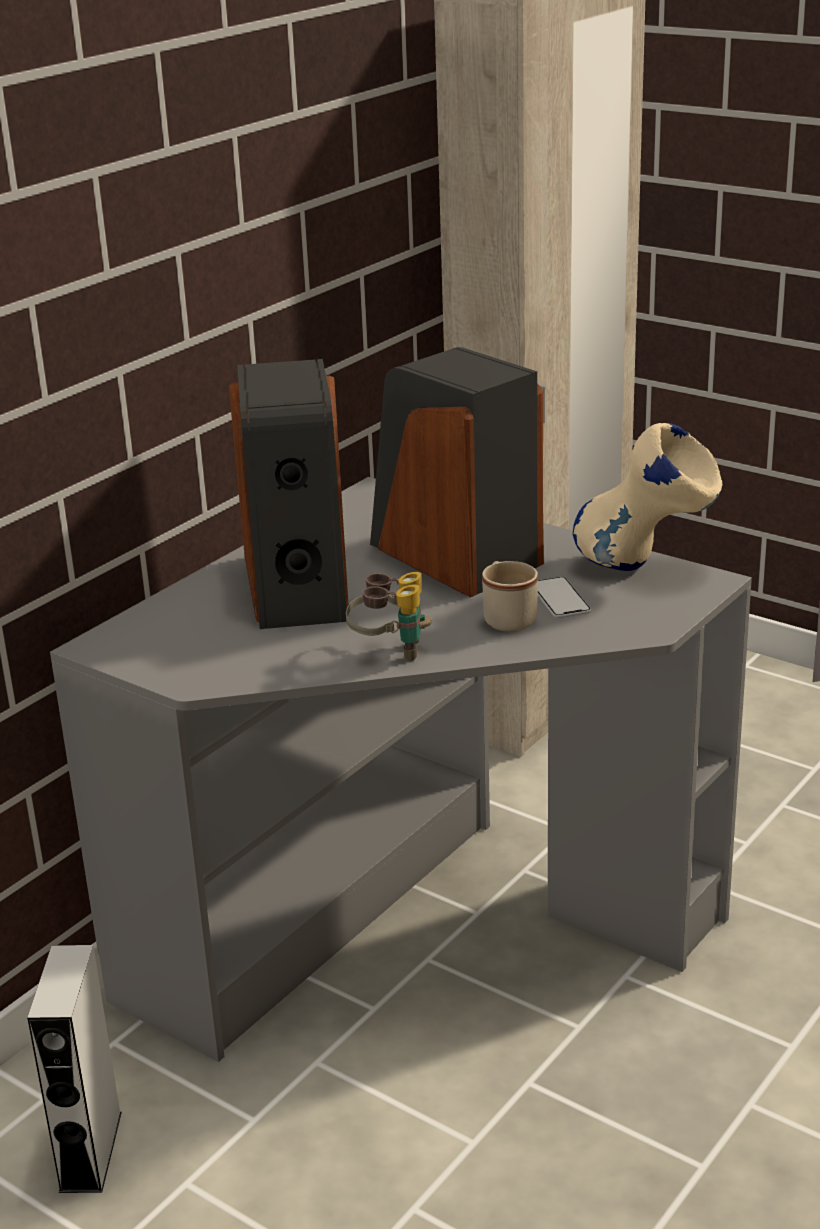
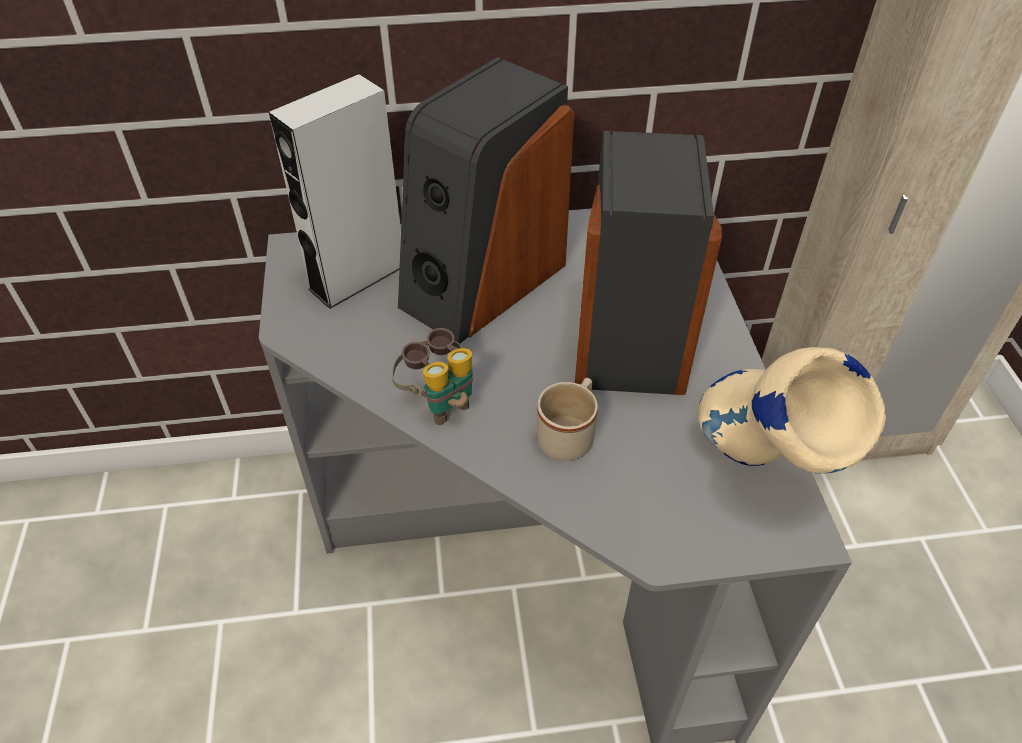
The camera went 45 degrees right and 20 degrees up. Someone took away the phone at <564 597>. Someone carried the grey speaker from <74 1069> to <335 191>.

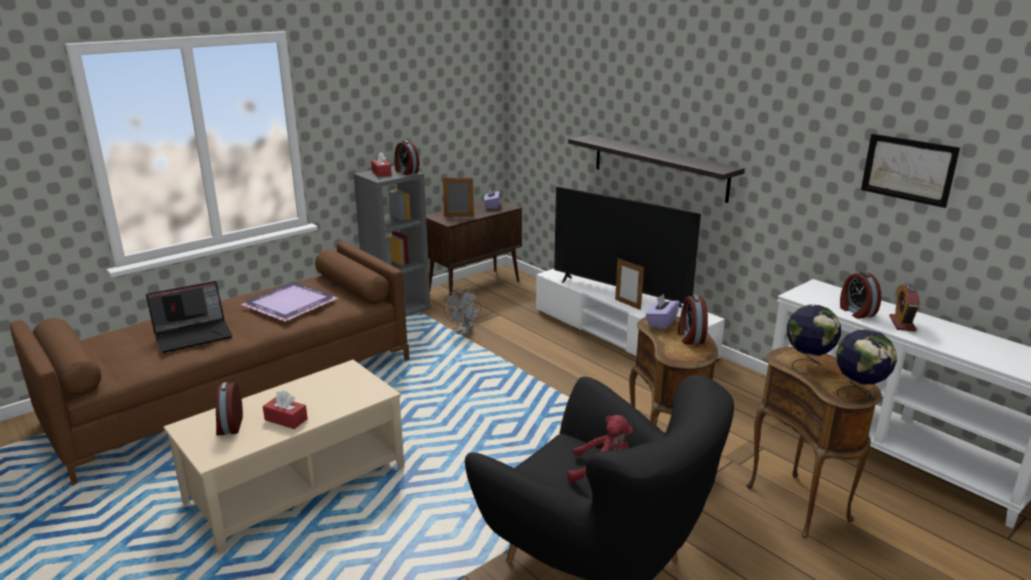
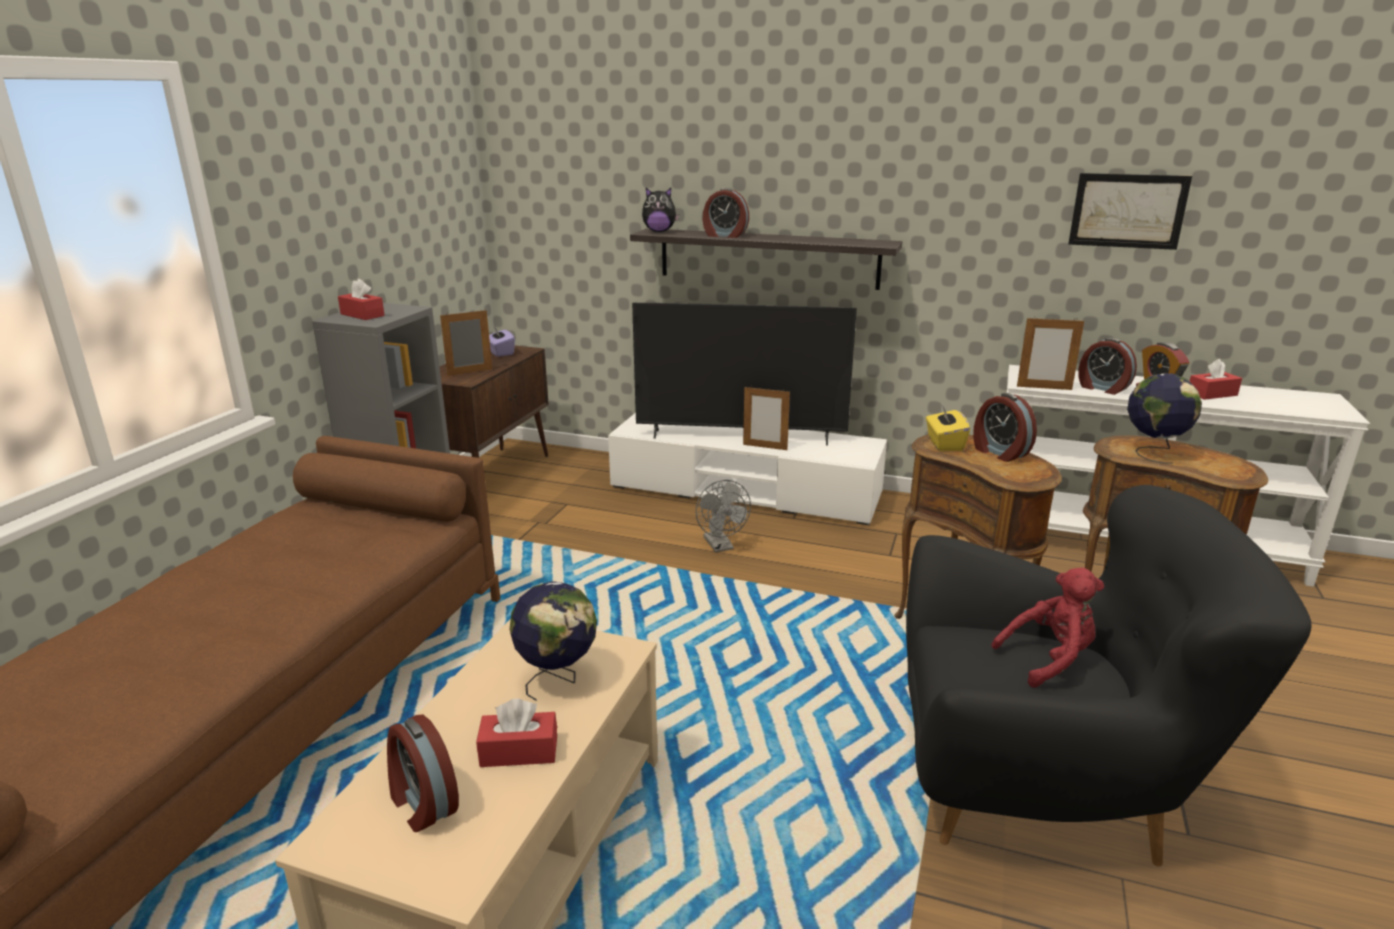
The camera went 30 degrees left and 0 degrees up. Someone took away the laptop at <189 317>. Someone took away the purple tray at <289 301>. Someone put down the plush toy at <660 210>. Someone put down the picture frame at <1050 353>. Someone put down the red tissue box at <1216 379>. Someone carried the alarm clock from <406 157> to <726 213>. Someone carried the grey fan from <462 312> to <723 516>. Someone carried the globe from <866 365> to <553 641>. Someone repainted the purple tissue box at <663 311>, which became the yellow tissue box at <948 428>.

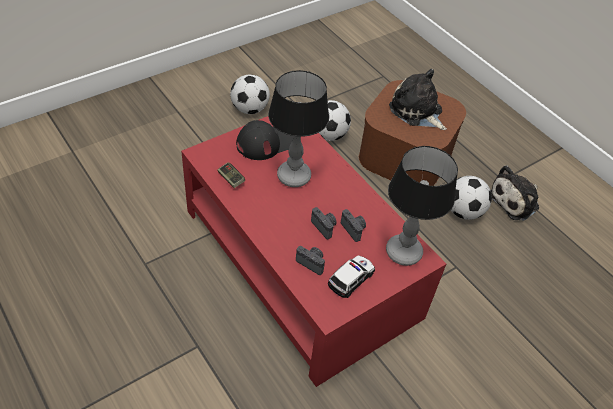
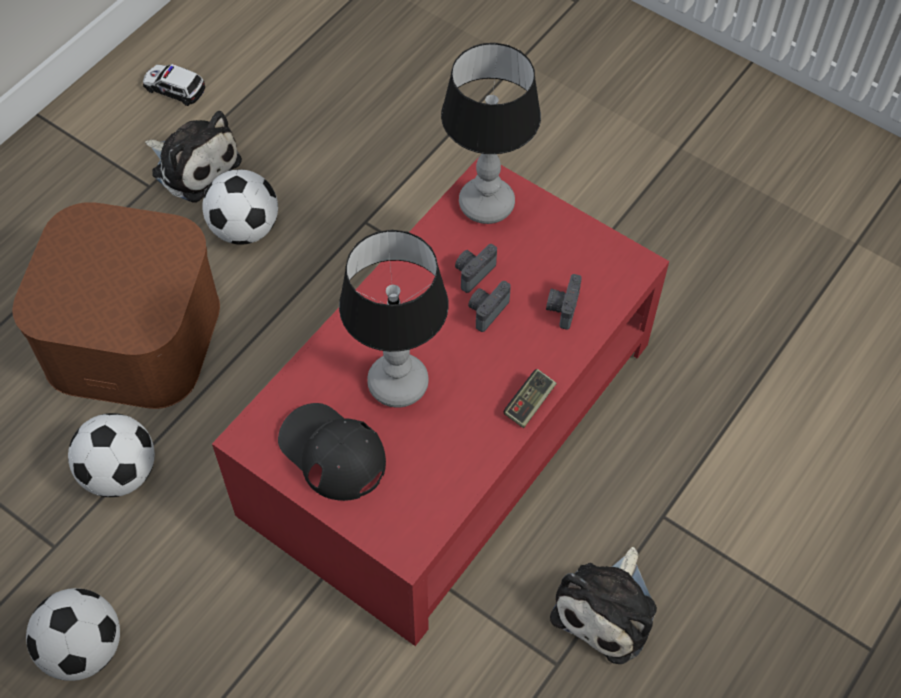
The camera went 105 degrees left and 10 degrees up. Someone carried the game controller from <231 175> to <530 398>. Someone carried the toy car from <351 276> to <174 85>. Someone carried the plush toy from <418 99> to <603 605>.

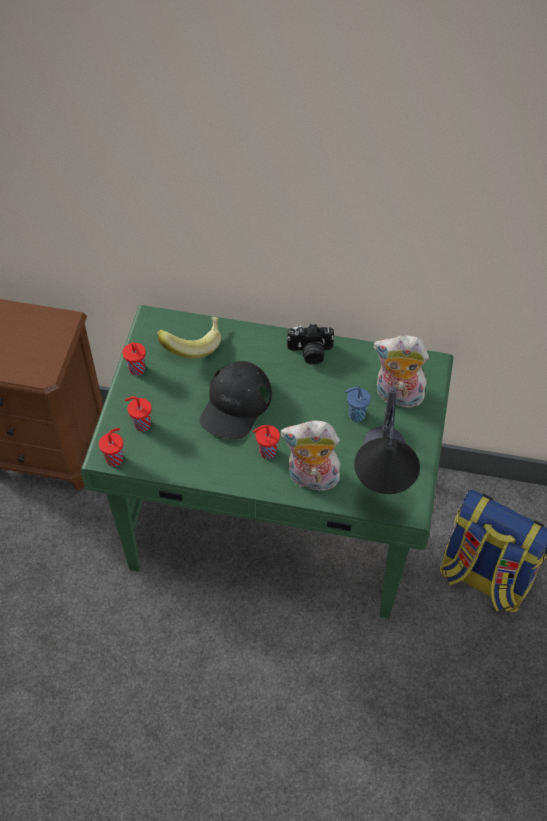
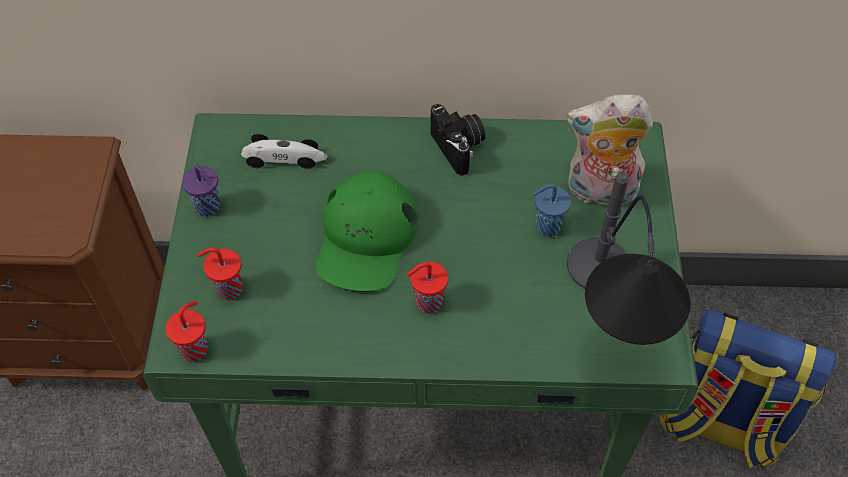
The camera went 10 degrees left and 0 degrees up. Someone took away the plush toy at <311 456>. Someone swapped the banana at <189 337> for the toy car at <284 151>. Someone repainted the red cup at <134 359>, which became the purple cup at <201 191>. Someone repainted the black cap at <236 400>, which became the green cap at <367 231>. Someone rotated the photo camera at <311 344> by 105 degrees counterclockwise.

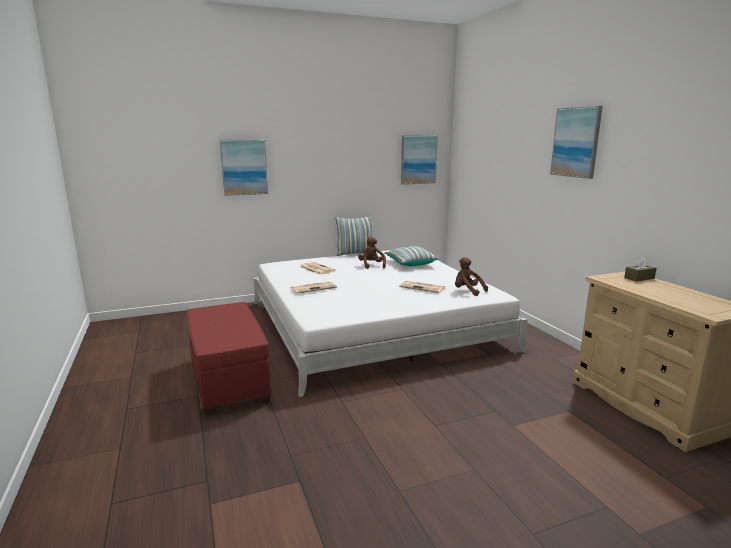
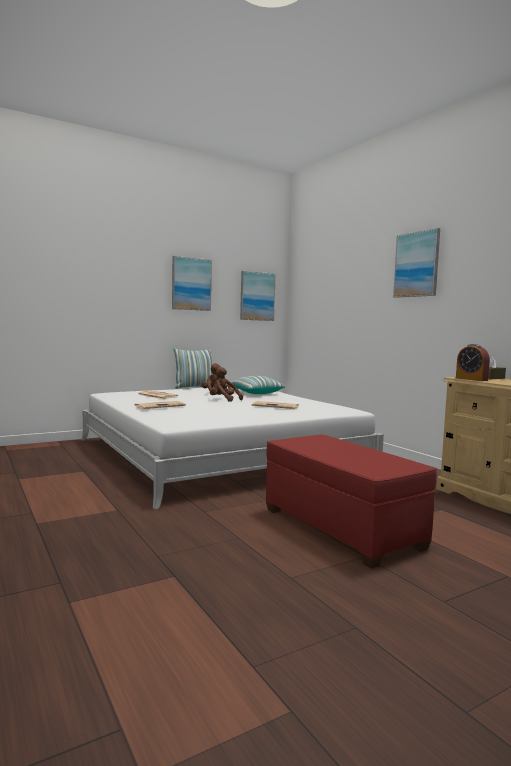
The camera went 10 degrees left and 10 degrees down. Someone put down the alarm clock at <473 362>. Someone carried the red ottoman from <228 358> to <351 501>. Someone carried the picture from <244 168> to <192 283>. Someone carried the brown plush toy from <471 276> to <227 384>.

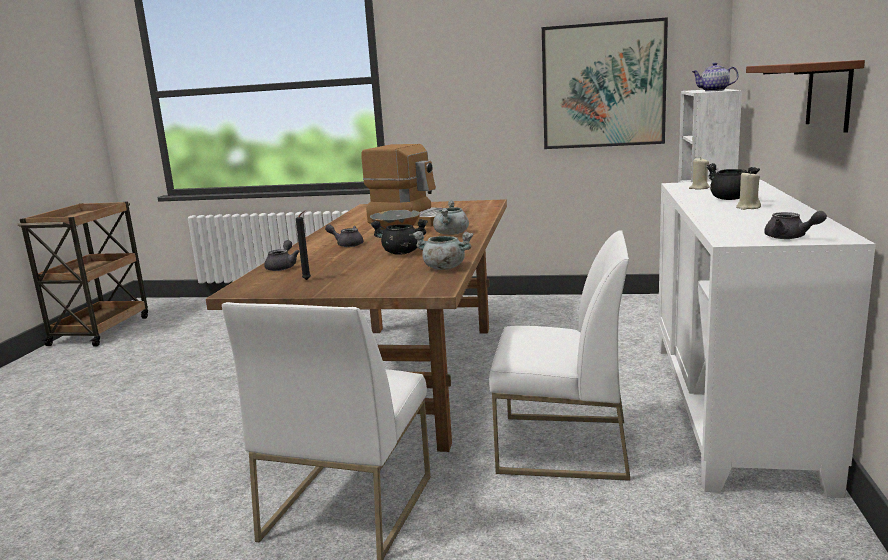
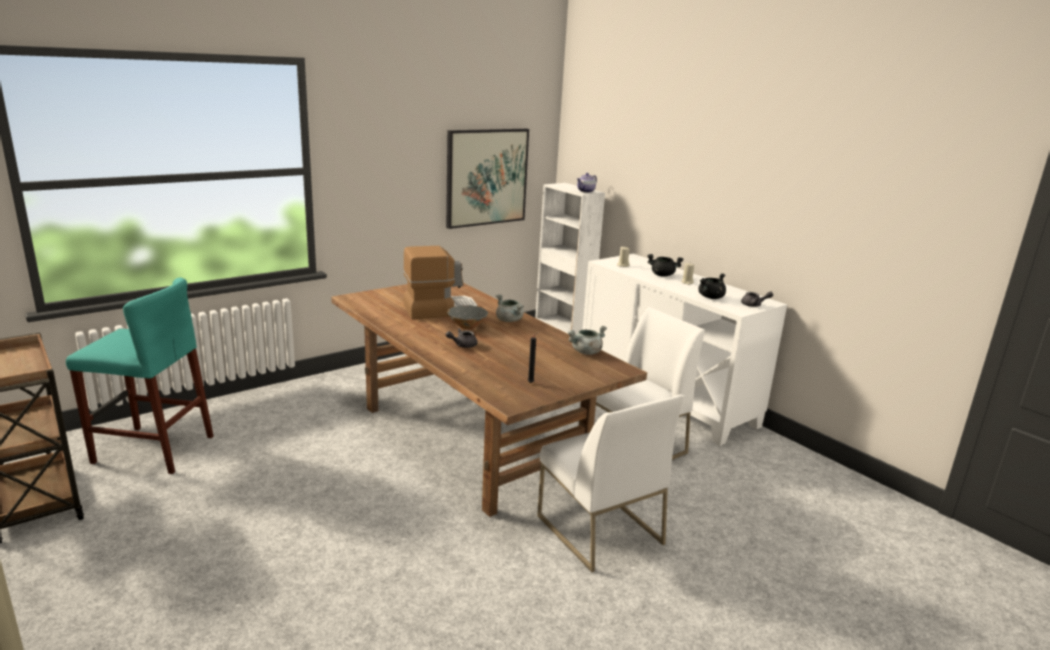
The camera went 50 degrees left and 5 degrees up. Someone took away the grey teapot at <282 255>. Someone took away the brown shelf at <805 96>. Someone put down the turquoise stool at <139 375>. Someone carried the black cooking pot from <399 237> to <712 286>.

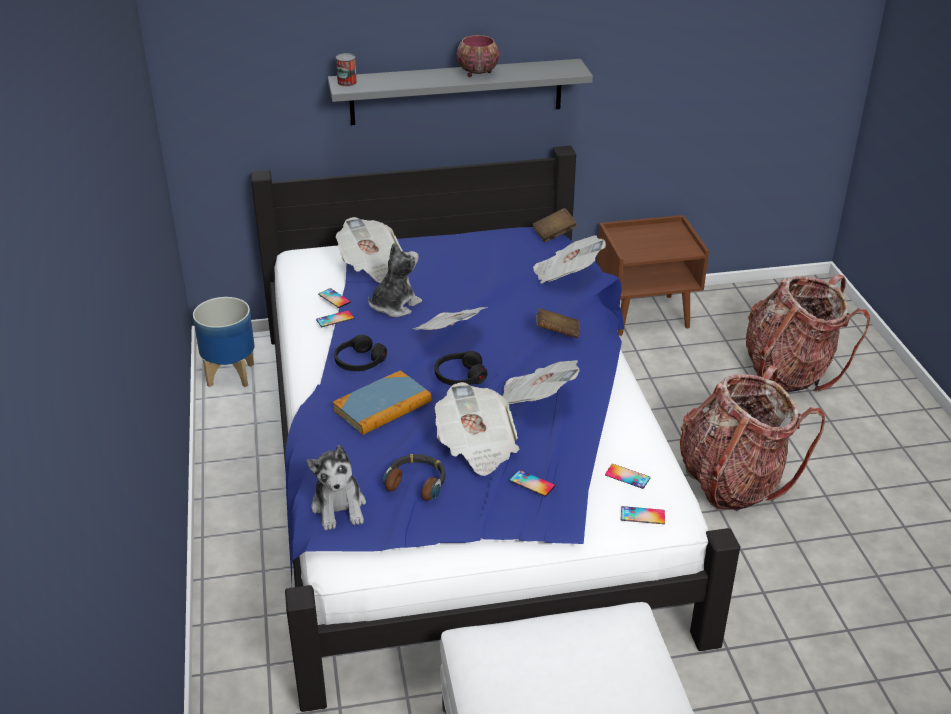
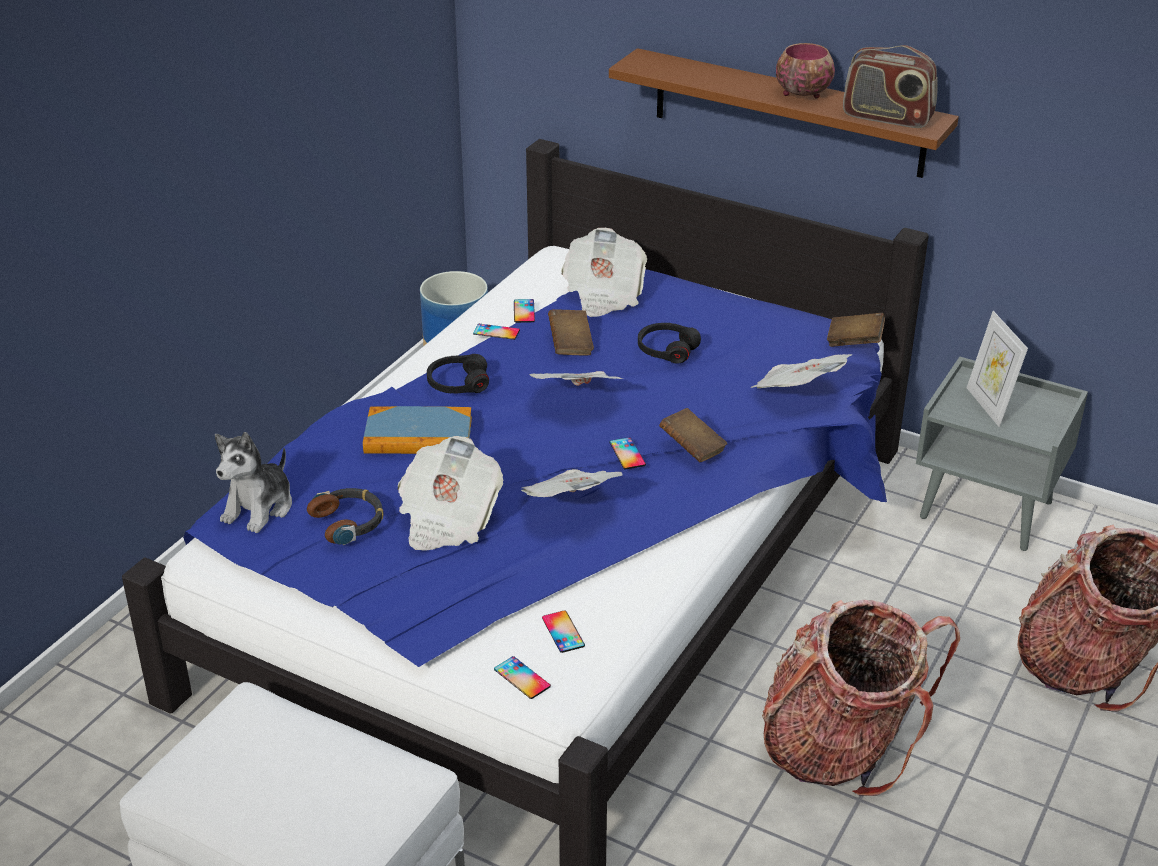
The camera went 40 degrees right and 0 degrees up. Someone took away the can at <346 70>. Someone put down the radio at <890 86>. Someone put down the picture frame at <997 369>. Someone carried the black headphones from <461 368> to <669 343>. Someone carried the phone from <532 483> to <627 453>. Someone swapped the plush toy at <395 280> for the brown book at <571 332>. Someone repainted the grey shelf at <460 92>, which became the brown shelf at <784 113>. Someone repainted the brown nightstand at <653 275>, which became the grey nightstand at <1002 454>.

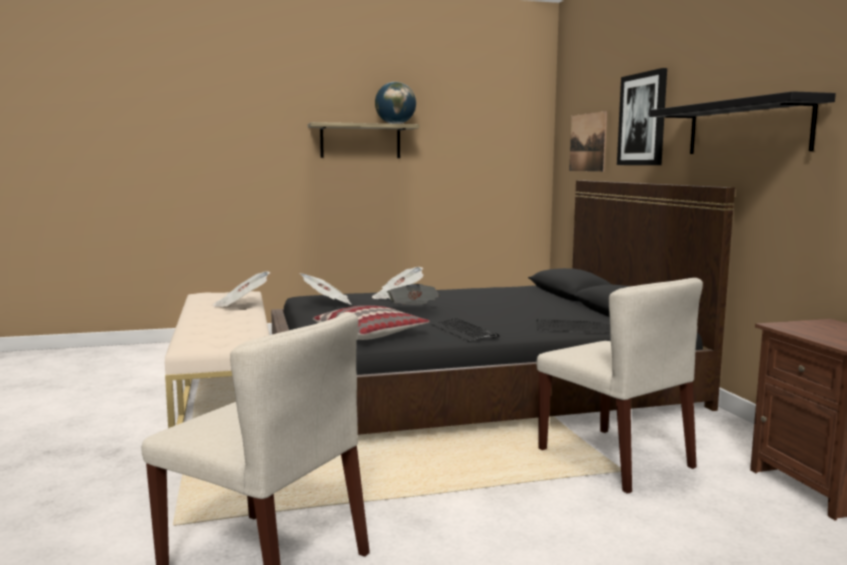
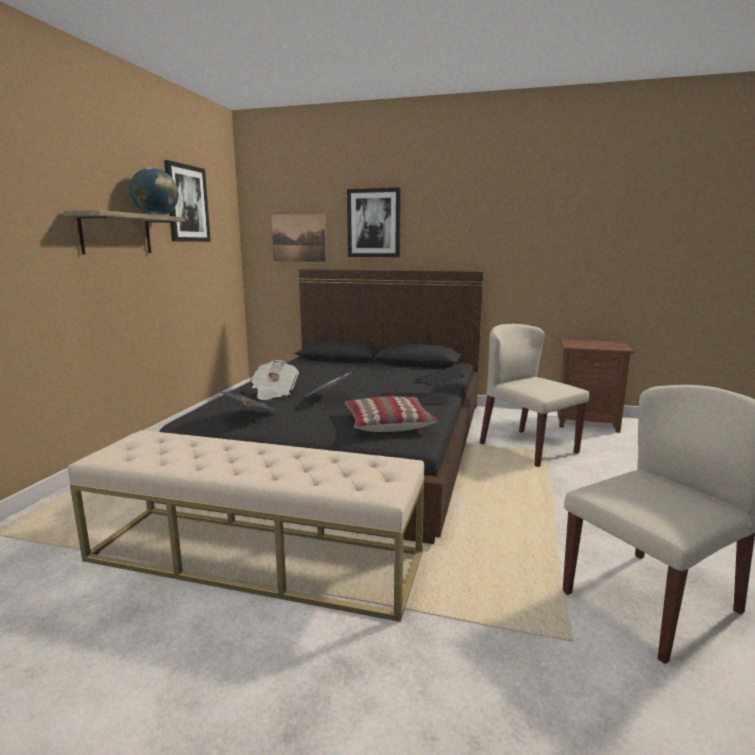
The camera went 60 degrees left and 5 degrees up. Someone took away the newspaper at <241 289>. Someone took away the black shelf at <742 122>. Someone put up the picture at <187 201>. Someone rotated the beige chair at <619 386> by 120 degrees counterclockwise.

